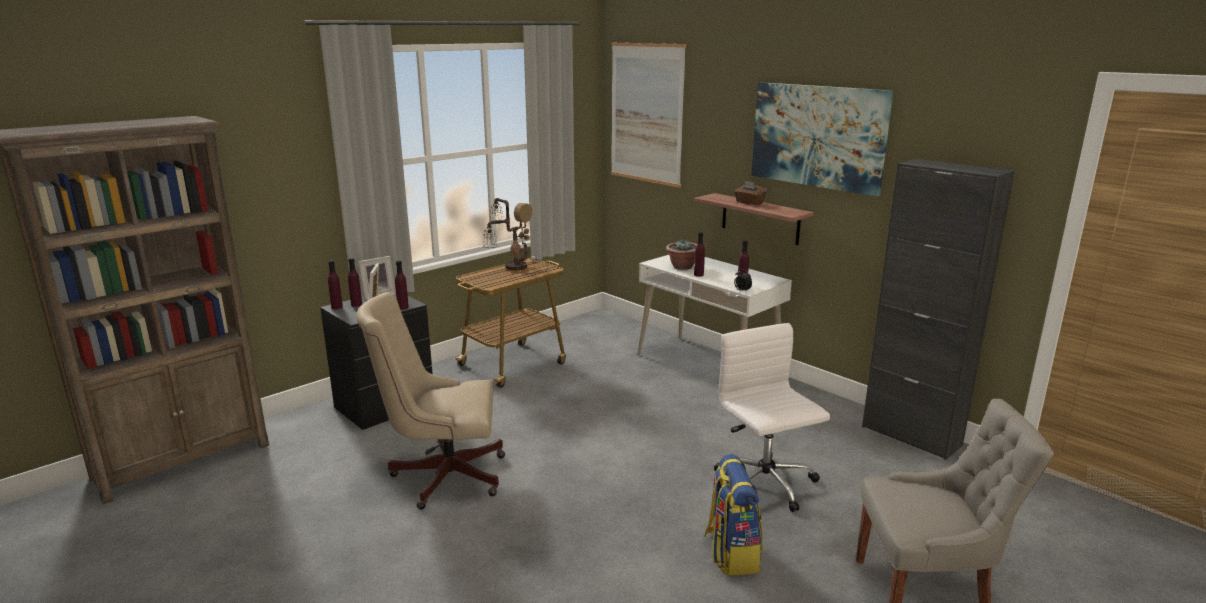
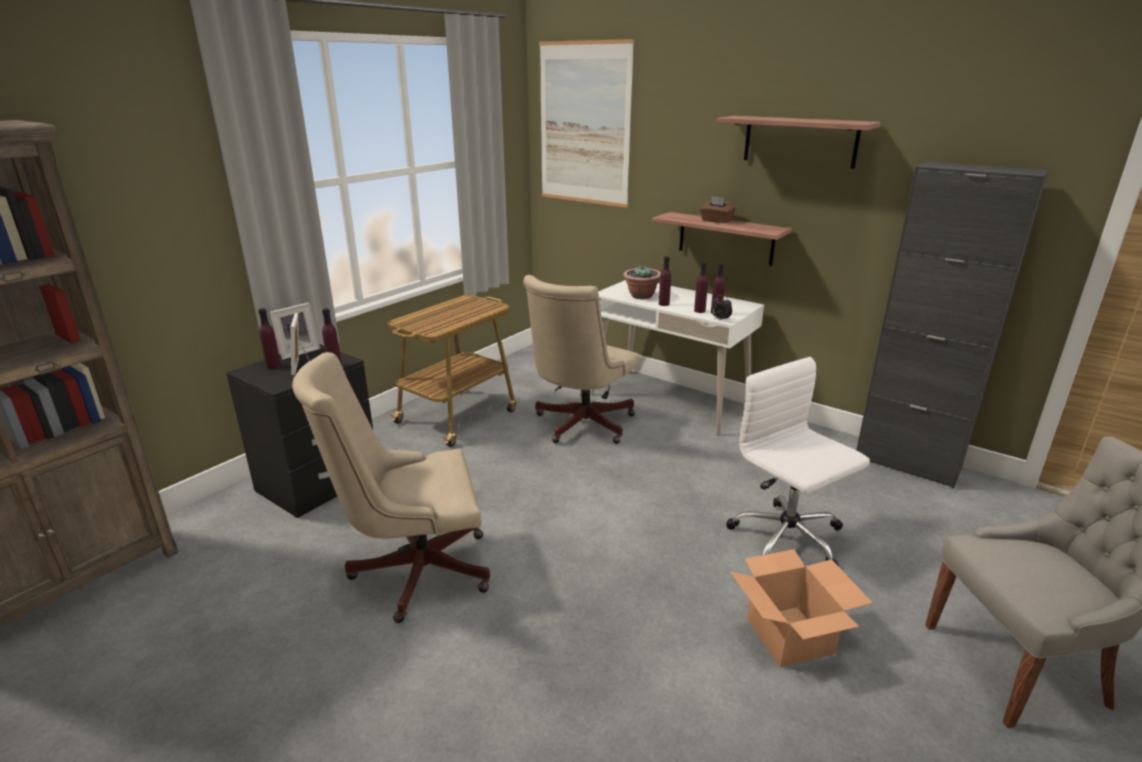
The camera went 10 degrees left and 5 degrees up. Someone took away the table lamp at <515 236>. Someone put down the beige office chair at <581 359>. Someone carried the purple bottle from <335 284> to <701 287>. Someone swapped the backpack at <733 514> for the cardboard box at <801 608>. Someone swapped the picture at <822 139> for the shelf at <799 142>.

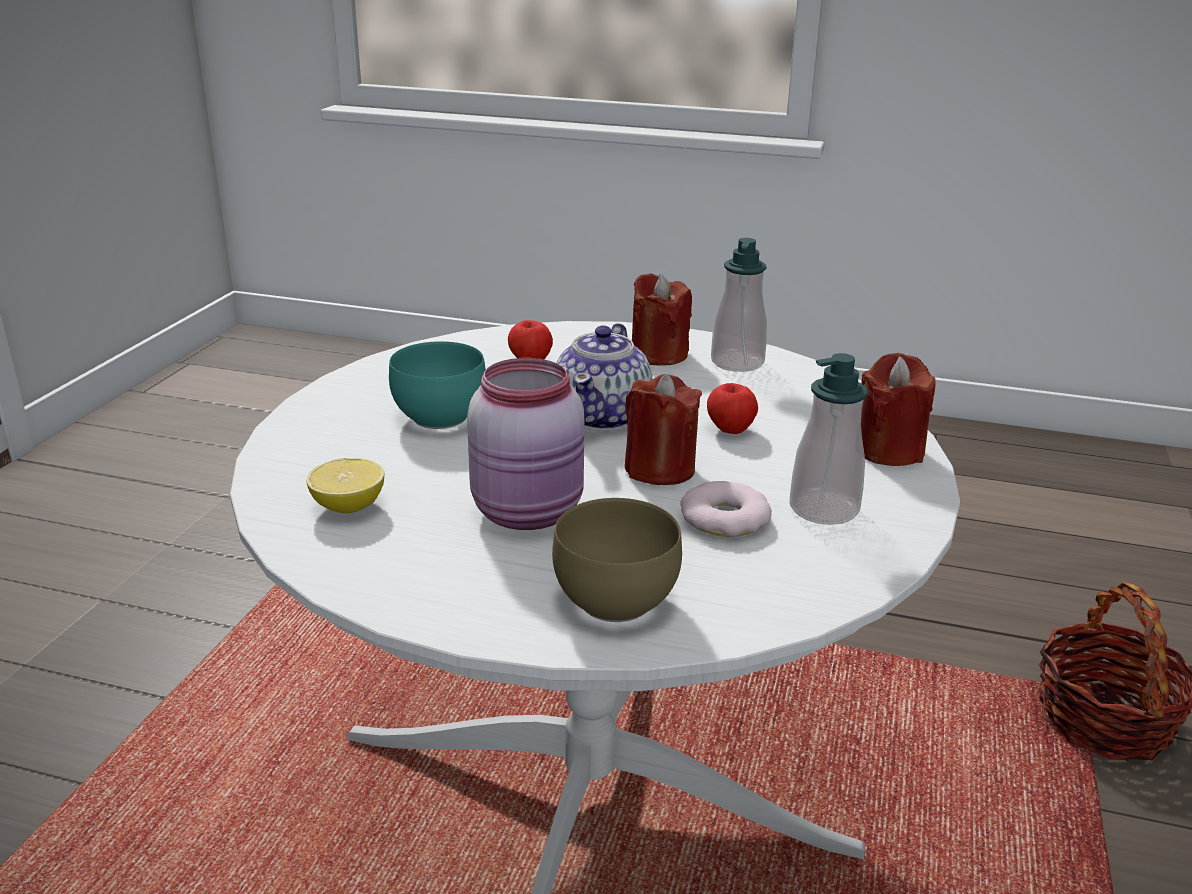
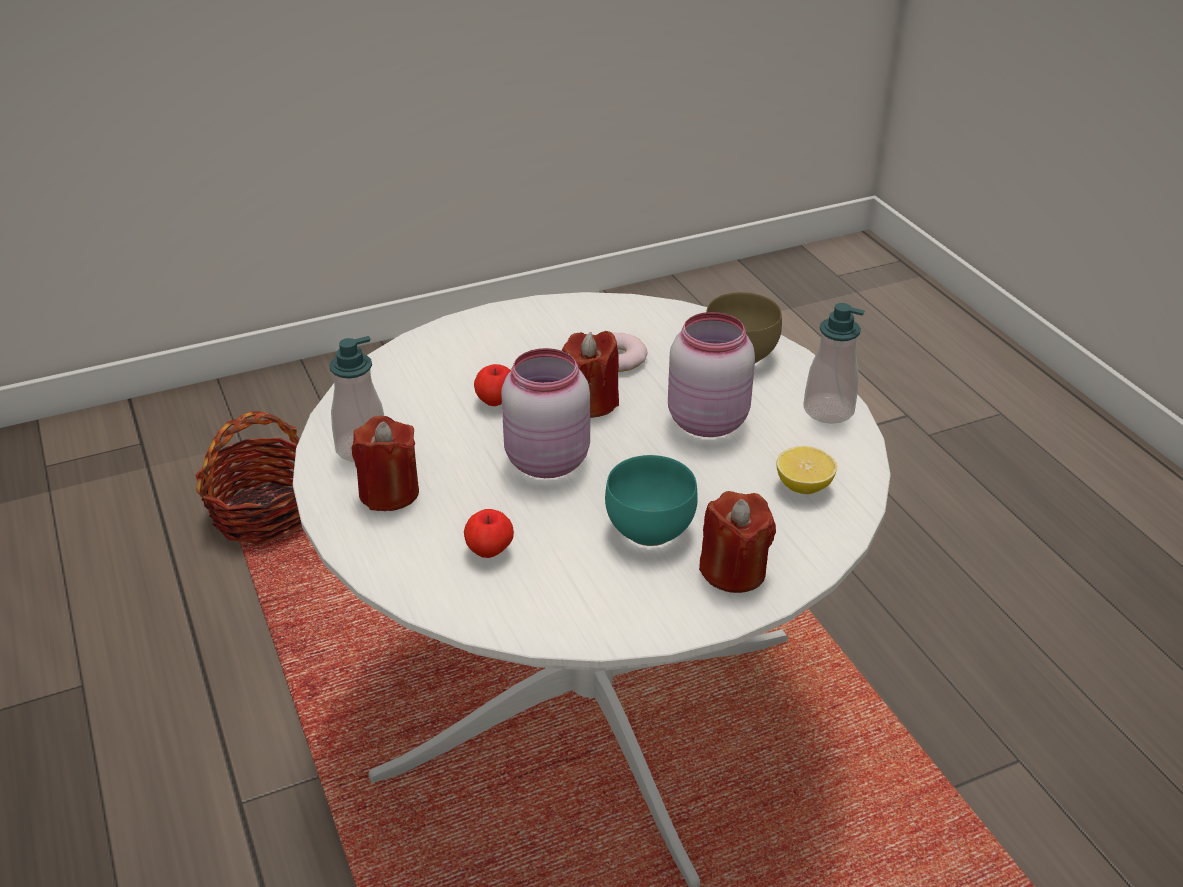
The camera went 130 degrees left and 10 degrees up. Someone carried the soap dispenser from <829 439> to <834 363>. Someone carried the red candle from <898 409> to <737 542>. Someone swapped the teapot at <604 377> for the pink jar at <545 413>.

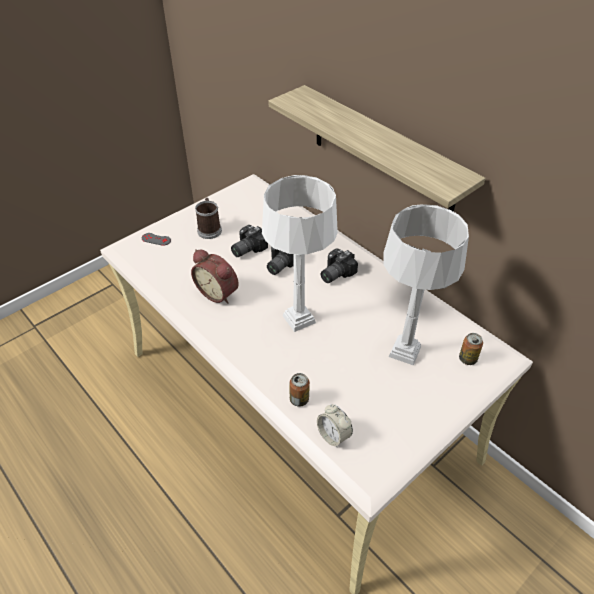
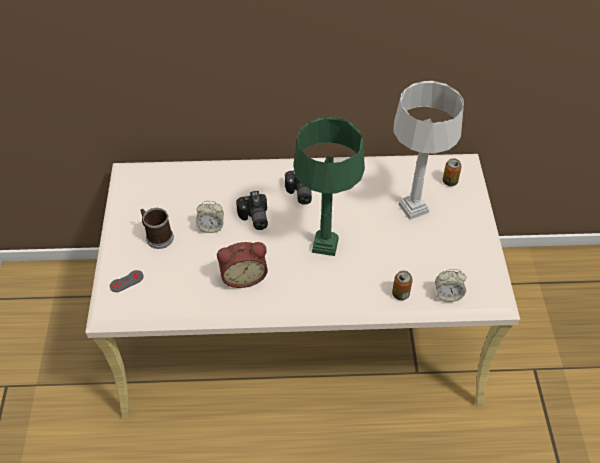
The camera went 50 degrees left and 5 degrees up. Someone took away the shelf at <377 148>. Someone swapped the photo camera at <249 241> for the alarm clock at <210 217>. Someone repainted the white table lamp at <300 253>, which became the green table lamp at <329 186>.

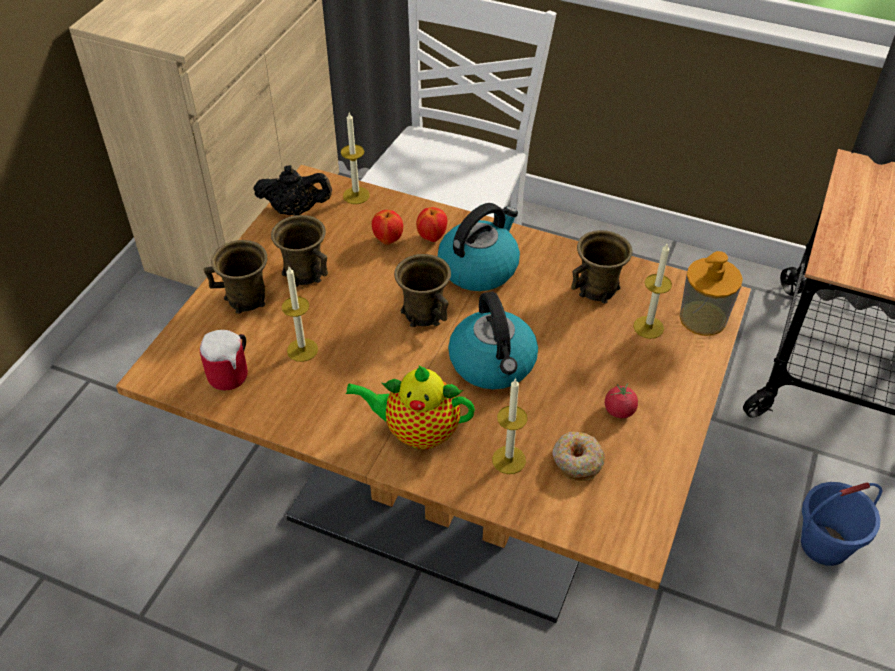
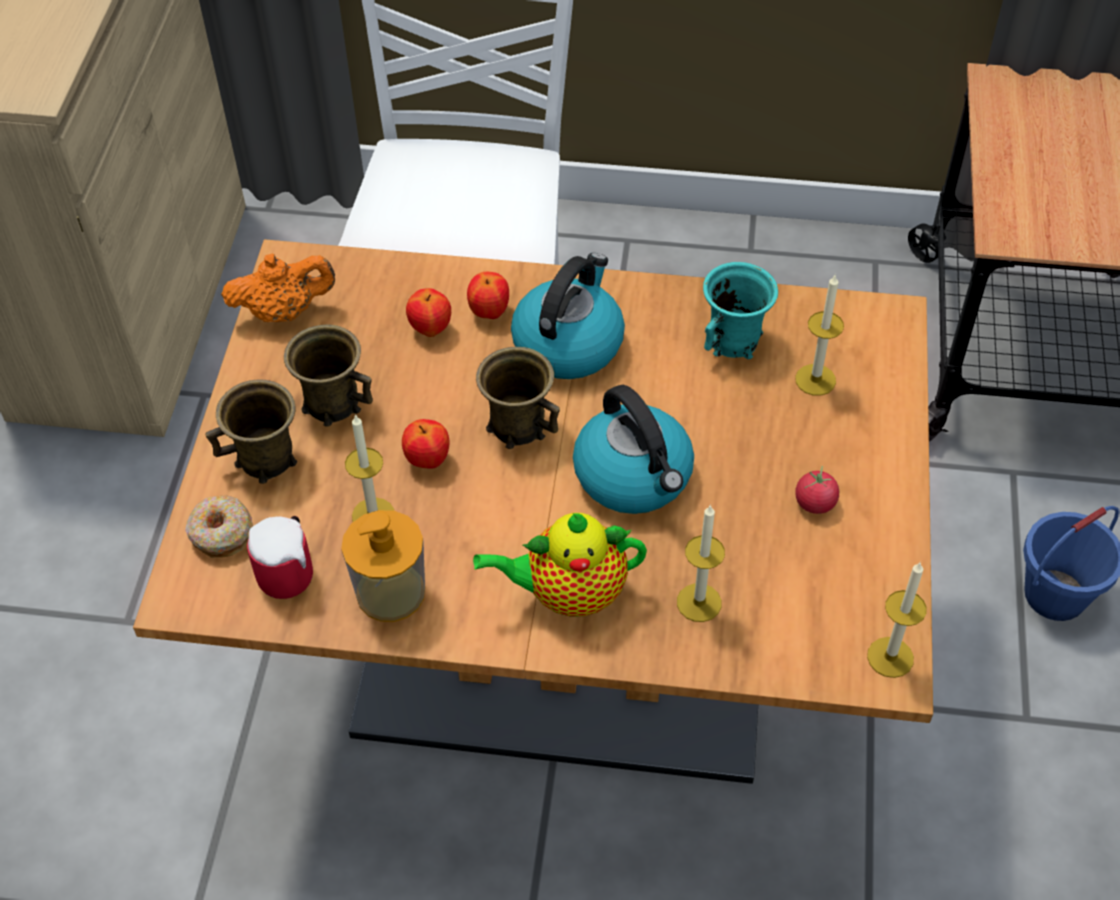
The camera went 15 degrees left and 5 degrees up. Someone put down the apple at <425 444>. Someone carried the candle from <355 158> to <897 620>. Someone carried the donut from <578 456> to <219 526>. Someone carried the soap dispenser from <711 293> to <383 566>. Someone repainted the black teapot at <292 190>, which became the orange teapot at <278 287>. Someone repainted the brown mug at <602 267>, which became the turquoise mug at <740 310>.

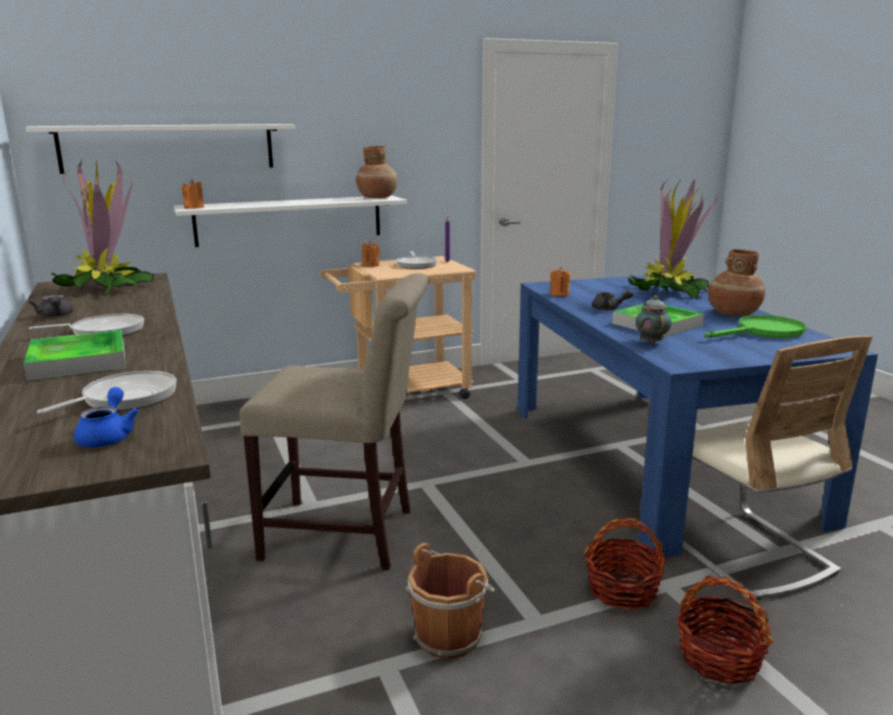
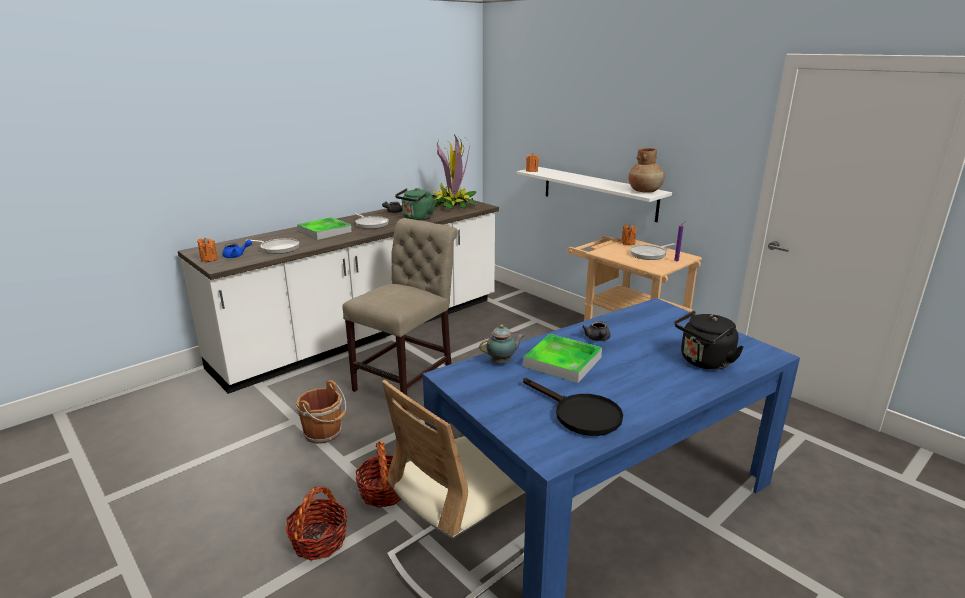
The camera went 70 degrees right and 5 degrees up. Someone took away the white shelf at <160 149>. Someone took away the brown vase at <736 282>. Someone put down the green kettle at <415 204>. Someone carried the orange candle from <560 281> to <207 250>. Someone swapped the potted plant at <672 238> for the black kettle at <709 340>. Someone repainted the green frying pan at <755 326>, which became the black frying pan at <573 407>. Someone rotated the beige chair at <334 421> by 135 degrees counterclockwise.

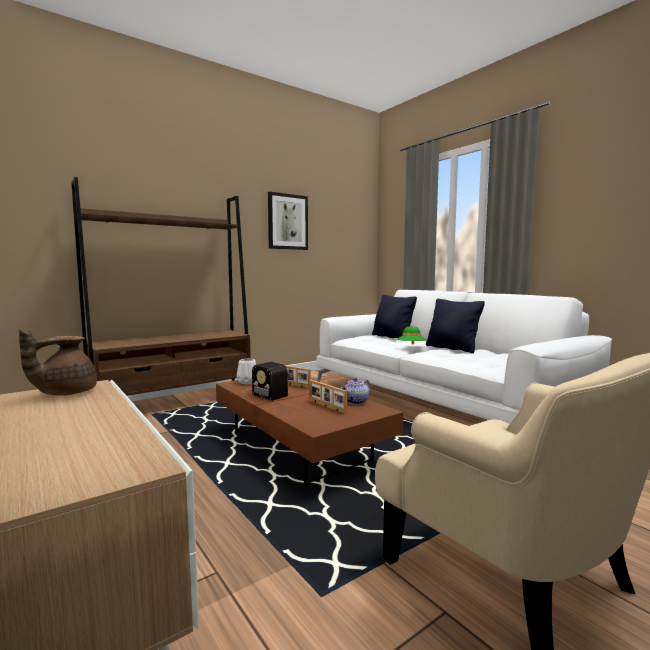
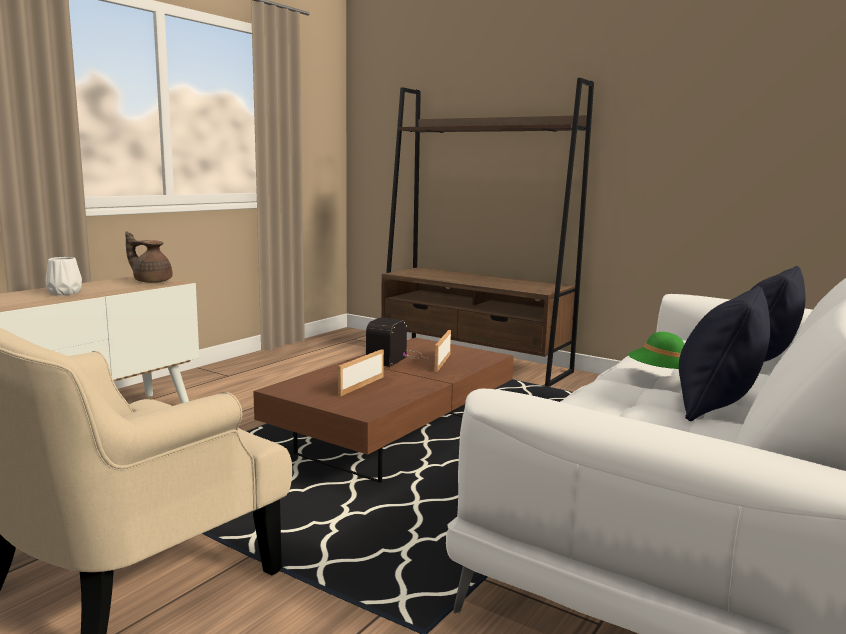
The camera went 70 degrees right and 5 degrees up. Someone took away the picture at <288 221>. Someone took away the teapot at <355 391>. Someone carried the white vase from <246 371> to <64 276>.

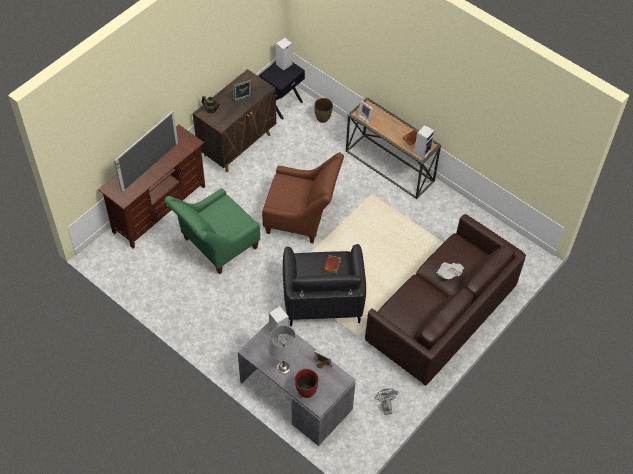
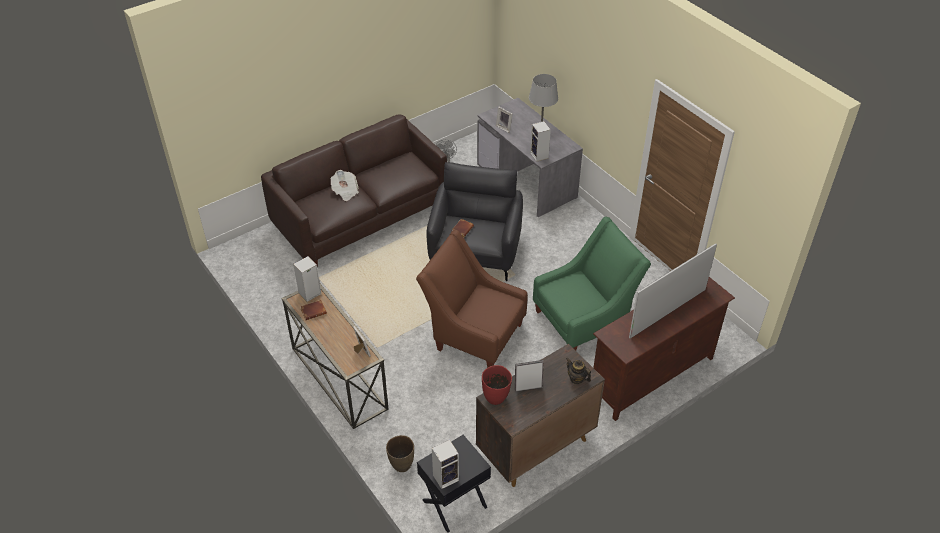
The camera went 165 degrees left and 10 degrees down. Someone carried the red vase from <306 383> to <497 385>.

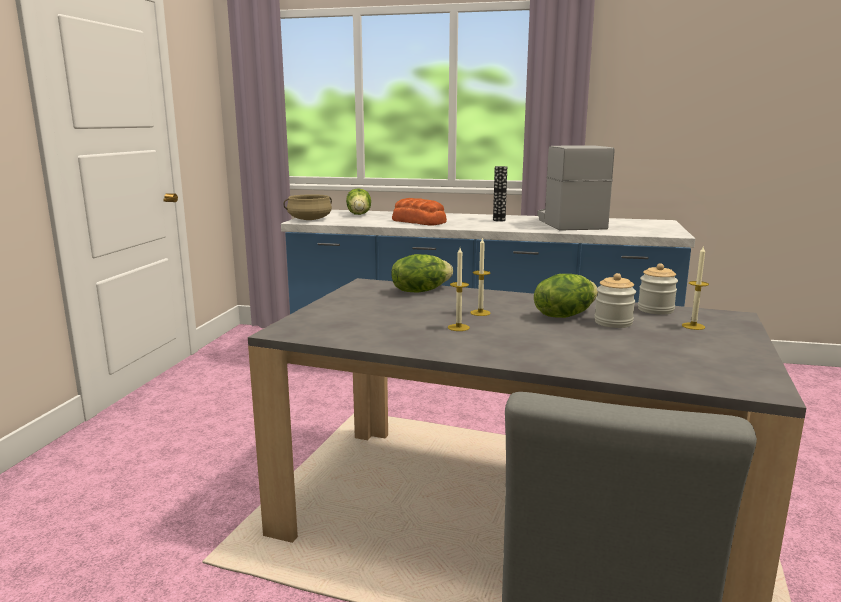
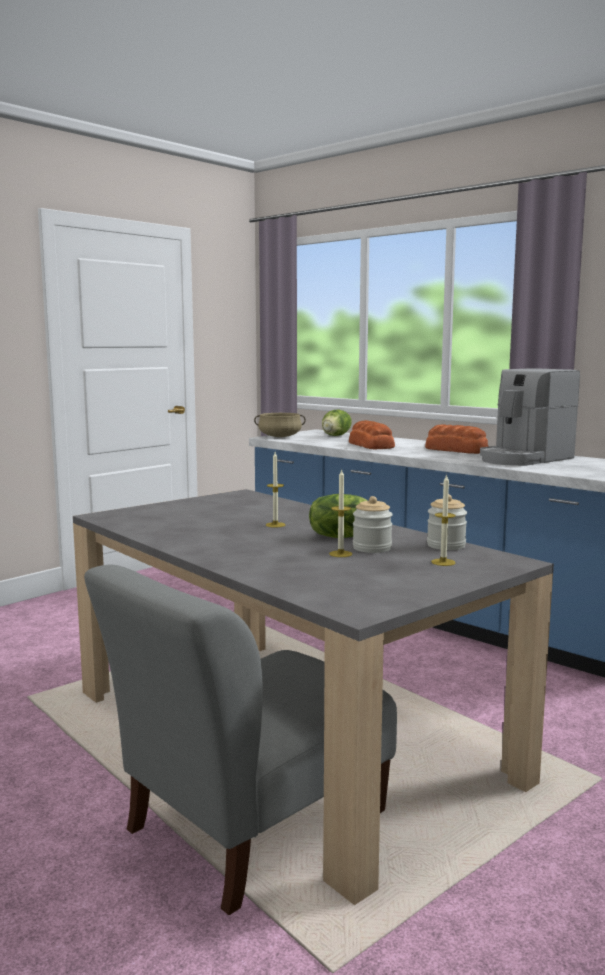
The camera went 30 degrees right and 5 degrees down. Someone took away the lettuce at <422 273>. Someone carried the candle from <459 289> to <340 513>. Someone swapped the vase at <500 194> for the bread at <457 439>. Someone rotated the coffee machine at <575 188> by 150 degrees counterclockwise.

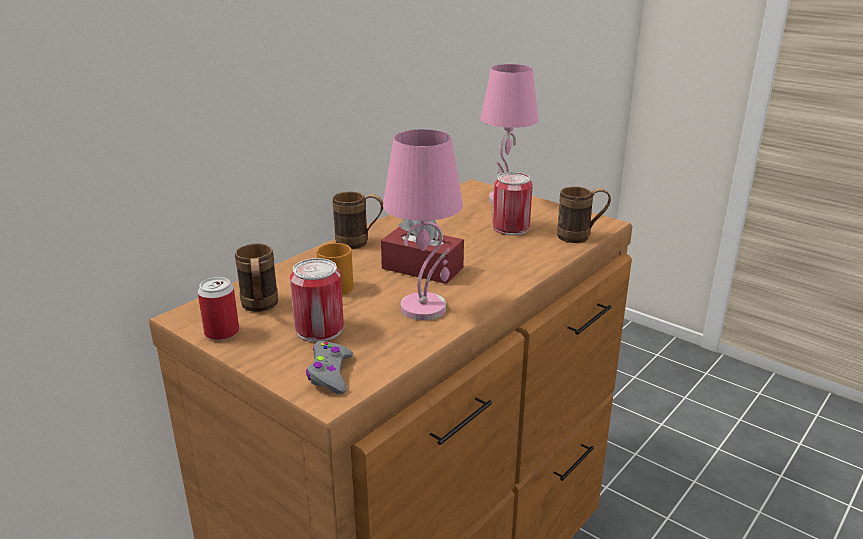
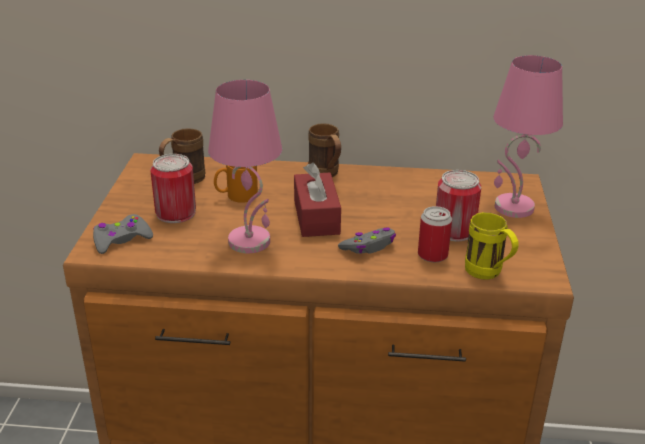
The camera went 55 degrees right and 5 degrees up. Someone put down the grey game controller at <367 241>. Someone carried the can from <218 308> to <435 234>. Someone repainted the brown mug at <584 214>, which became the yellow mug at <492 246>.

